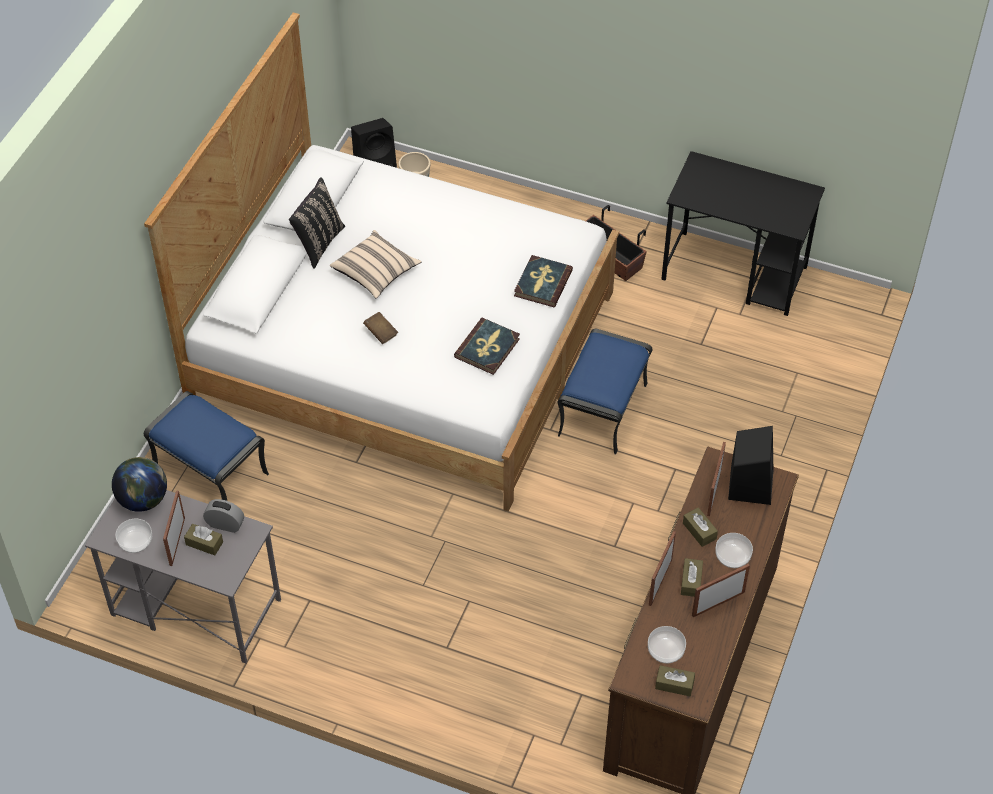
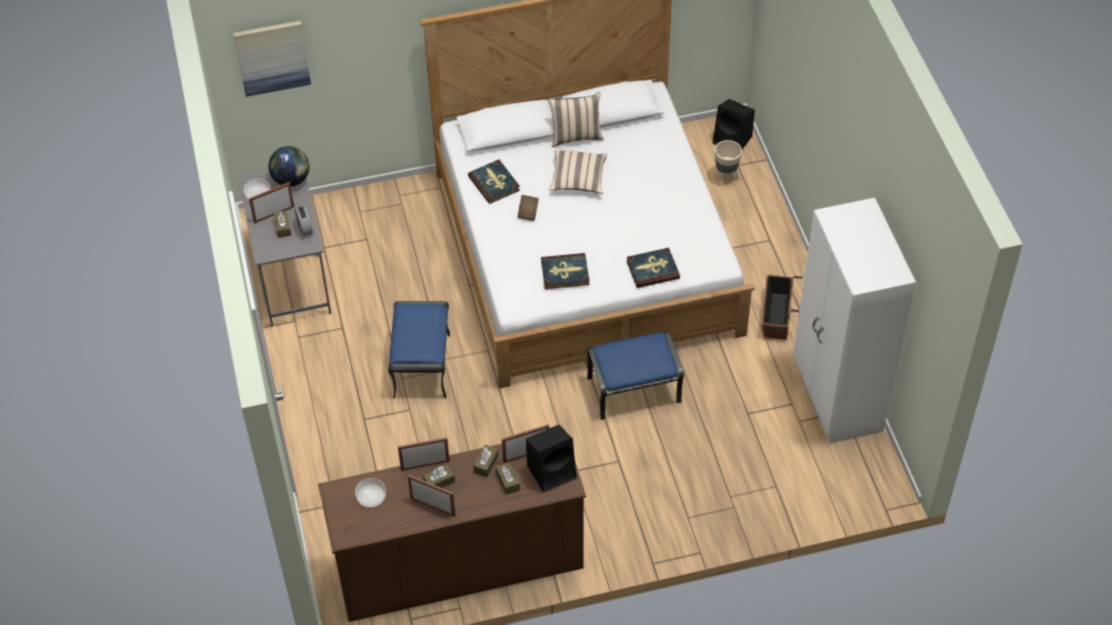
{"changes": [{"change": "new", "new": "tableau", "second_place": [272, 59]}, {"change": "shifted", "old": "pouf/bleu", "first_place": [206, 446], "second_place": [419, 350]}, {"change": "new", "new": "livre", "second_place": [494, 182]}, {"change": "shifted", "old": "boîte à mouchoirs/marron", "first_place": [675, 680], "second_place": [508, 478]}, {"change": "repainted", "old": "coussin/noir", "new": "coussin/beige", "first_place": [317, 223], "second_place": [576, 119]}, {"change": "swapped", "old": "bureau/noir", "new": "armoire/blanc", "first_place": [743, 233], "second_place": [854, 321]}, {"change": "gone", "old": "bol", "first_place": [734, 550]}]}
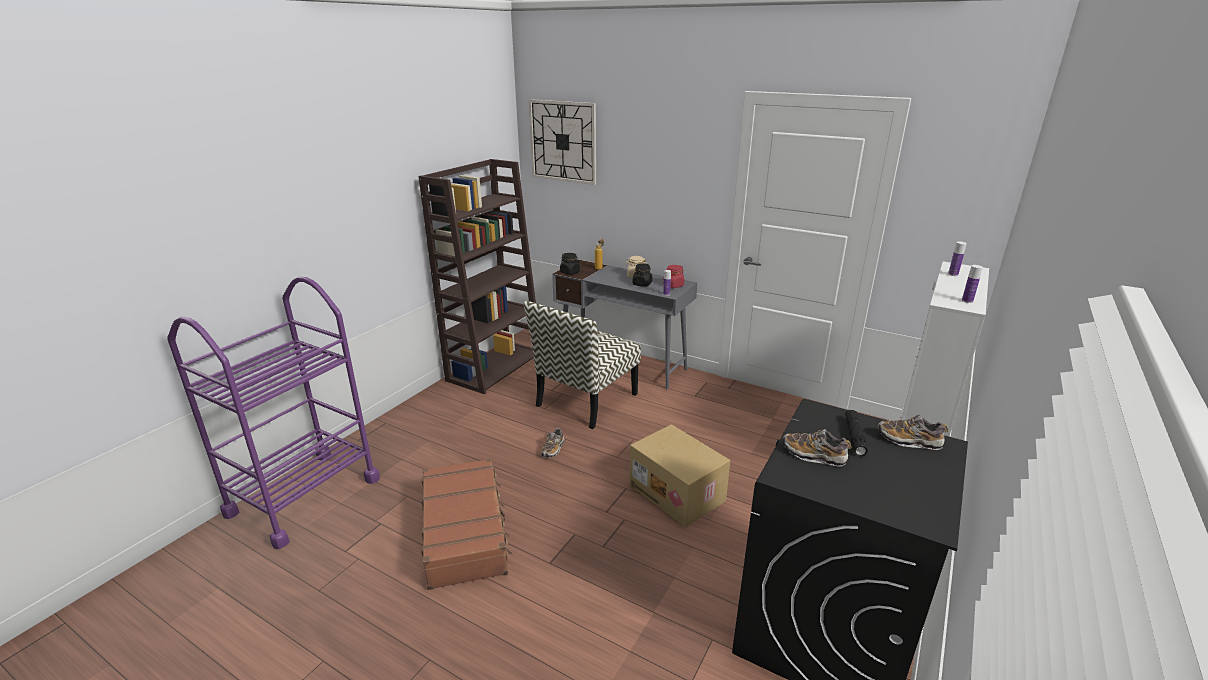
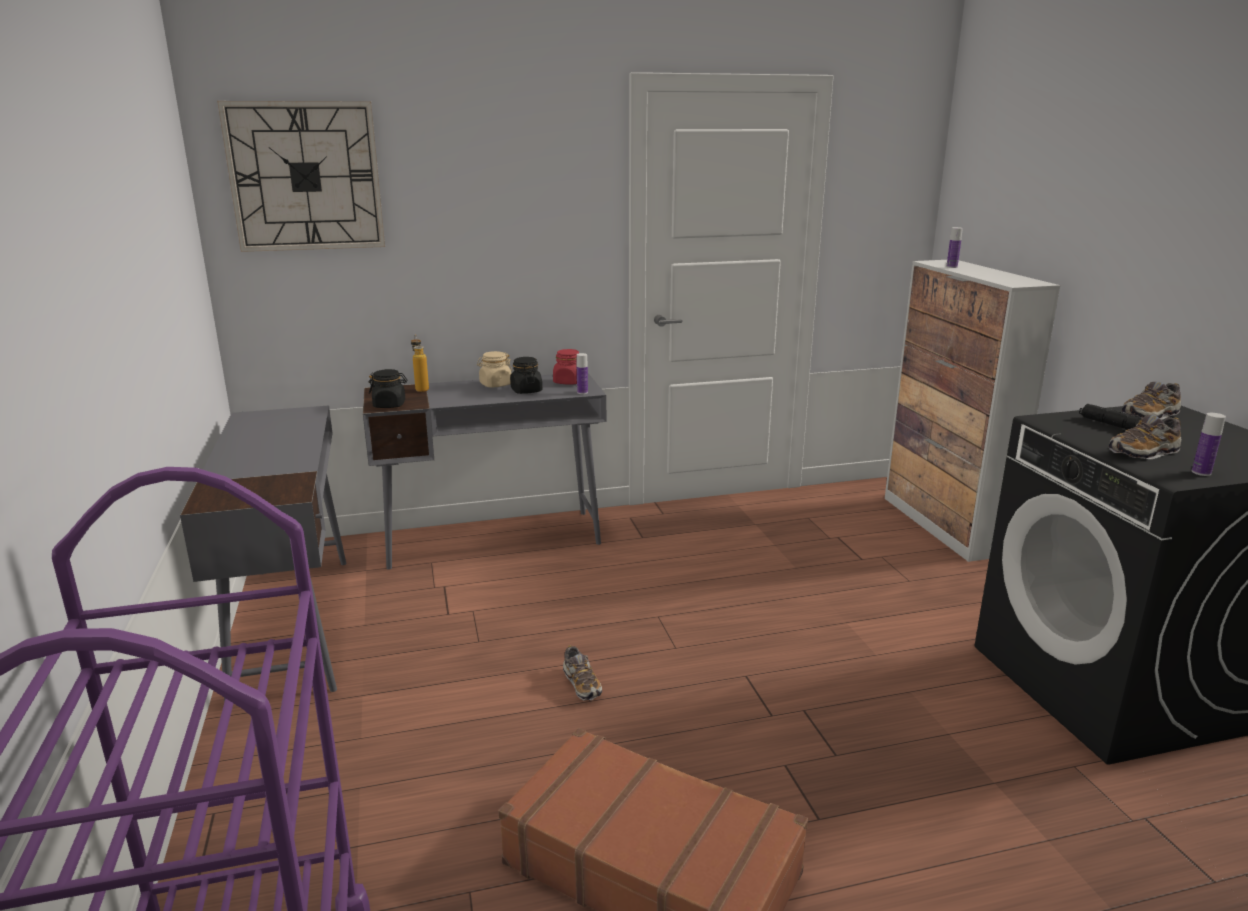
{"changes": [{"change": "swapped", "old": "bibliothèque/marron", "new": "bureau/gris", "first_place": [477, 276], "second_place": [263, 553]}, {"change": "shifted", "old": "bouteille", "first_place": [972, 284], "second_place": [1209, 444]}, {"change": "gone", "old": "chaise", "first_place": [582, 365]}, {"change": "gone", "old": "carton", "first_place": [679, 475]}]}
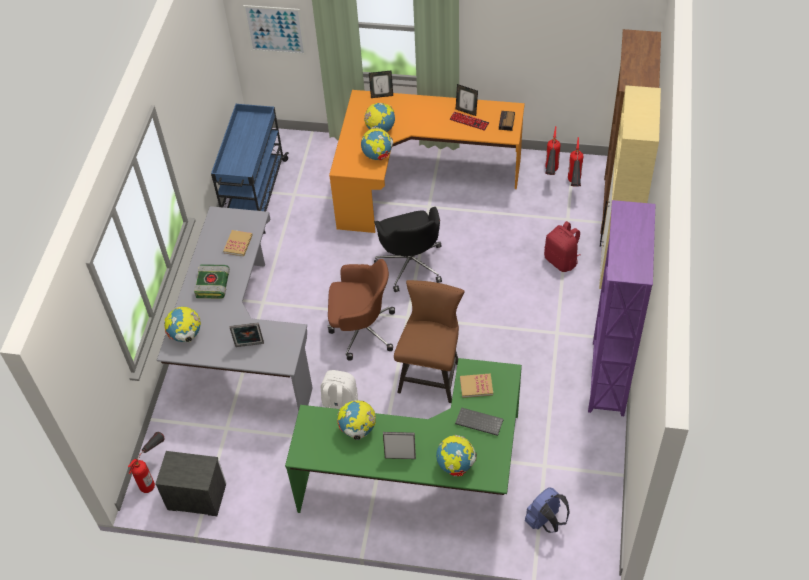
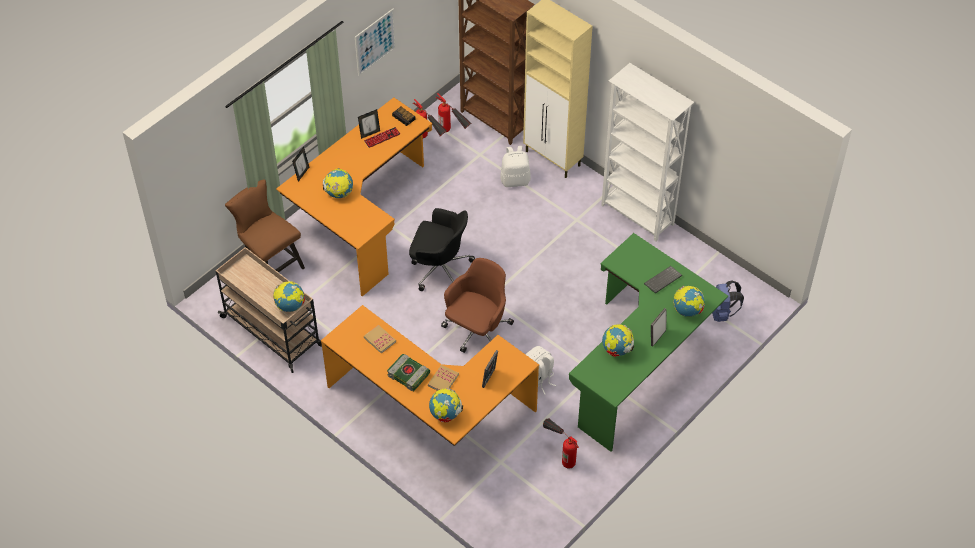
{"changes": [{"change": "repainted", "old": "chariot/bleu", "new": "chariot/beige", "first_place": [250, 169], "second_place": [269, 310]}, {"change": "shifted", "old": "chaise/marron", "first_place": [429, 341], "second_place": [265, 226]}, {"change": "shifted", "old": "globe", "first_place": [377, 143], "second_place": [289, 296]}, {"change": "repainted", "old": "bureau/gris", "new": "bureau/orange", "first_place": [235, 308], "second_place": [430, 375]}, {"change": "shifted", "old": "tableau", "first_place": [274, 30], "second_place": [375, 42]}, {"change": "shifted", "old": "livre", "first_place": [476, 385], "second_place": [443, 378]}, {"change": "repainted", "old": "sac à dos/rouge", "new": "sac à dos/blanc", "first_place": [562, 246], "second_place": [515, 166]}, {"change": "shifted", "old": "extincteur", "first_place": [146, 462], "second_place": [561, 443]}, {"change": "repainted", "old": "bibliothèque/violet", "new": "bibliothèque/blanc", "first_place": [622, 308], "second_place": [647, 152]}, {"change": "gone", "old": "table de chevet", "first_place": [191, 483]}]}
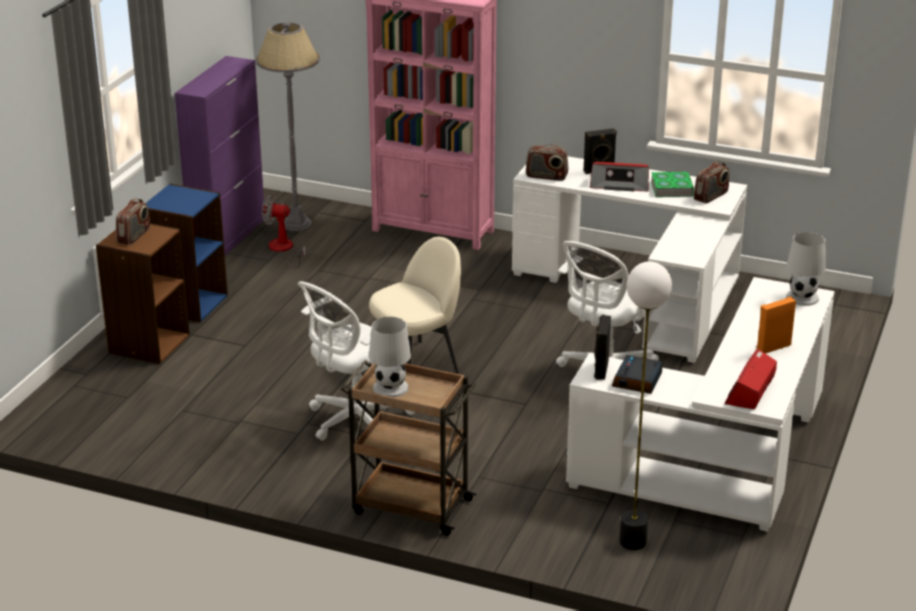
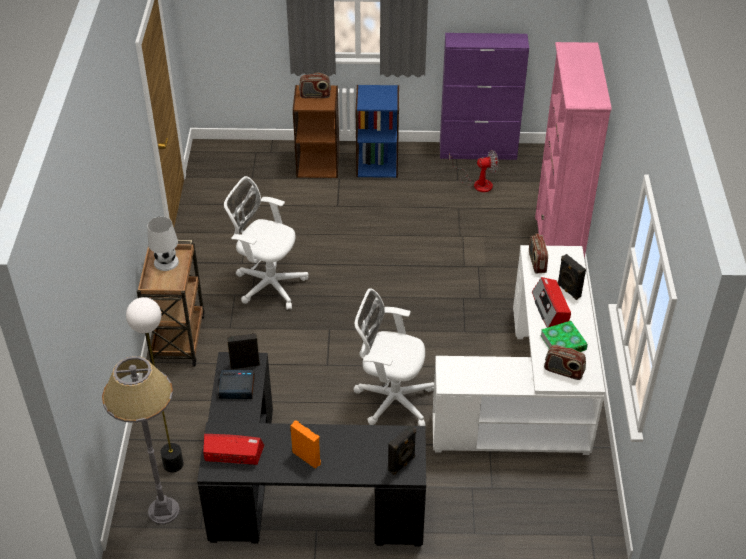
{"changes": [{"change": "shifted", "old": "lampadaire/gris", "first_place": [288, 126], "second_place": [141, 440]}, {"change": "repainted", "old": "bureau/blanc", "new": "bureau/noir", "first_place": [700, 404], "second_place": [311, 449]}, {"change": "swapped", "old": "lampe de table/blanc", "new": "enceinte/noir", "first_place": [806, 269], "second_place": [402, 450]}, {"change": "rotated", "old": "ventilateur", "first_place": [283, 231], "second_place": [474, 171], "degrees": 90}, {"change": "gone", "old": "chaise/beige", "first_place": [415, 305]}]}
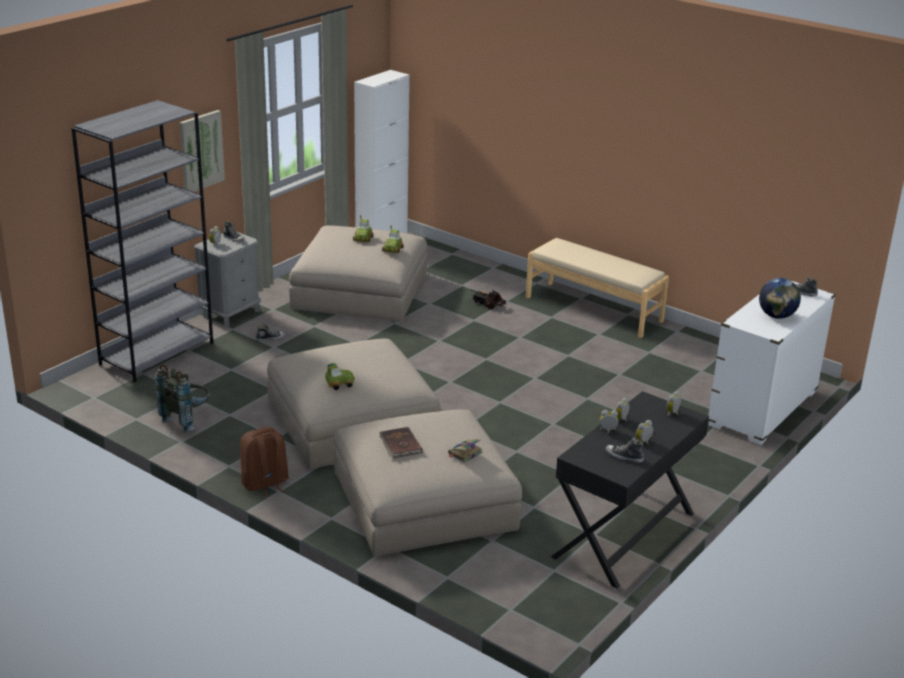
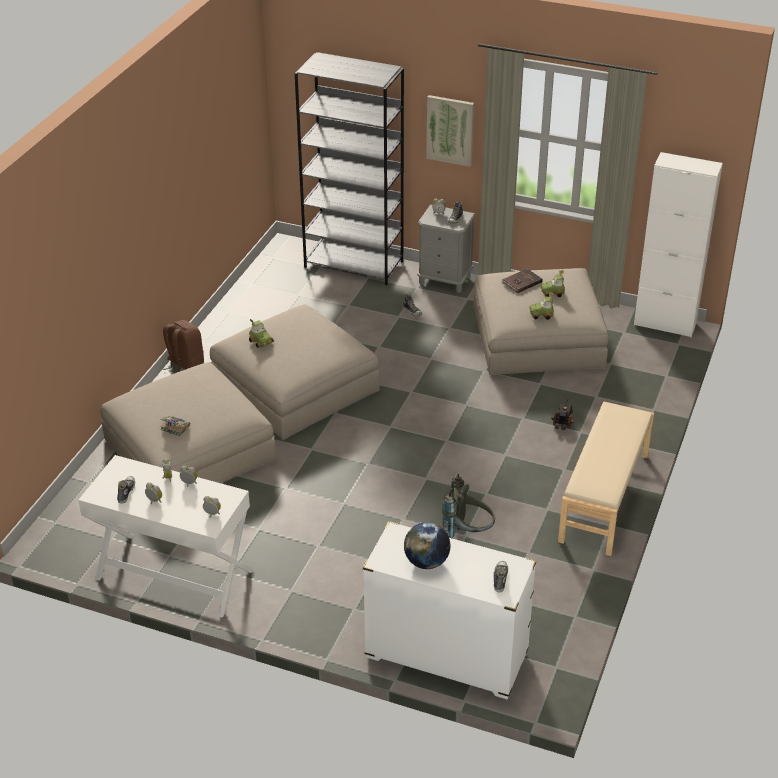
{"changes": [{"change": "repainted", "old": "bureau/noir", "new": "bureau/blanc", "first_place": [630, 489], "second_place": [166, 536]}, {"change": "shifted", "old": "sac à dos/gris", "first_place": [182, 399], "second_place": [468, 506]}, {"change": "shifted", "old": "livre/marron", "first_place": [401, 442], "second_place": [522, 281]}]}
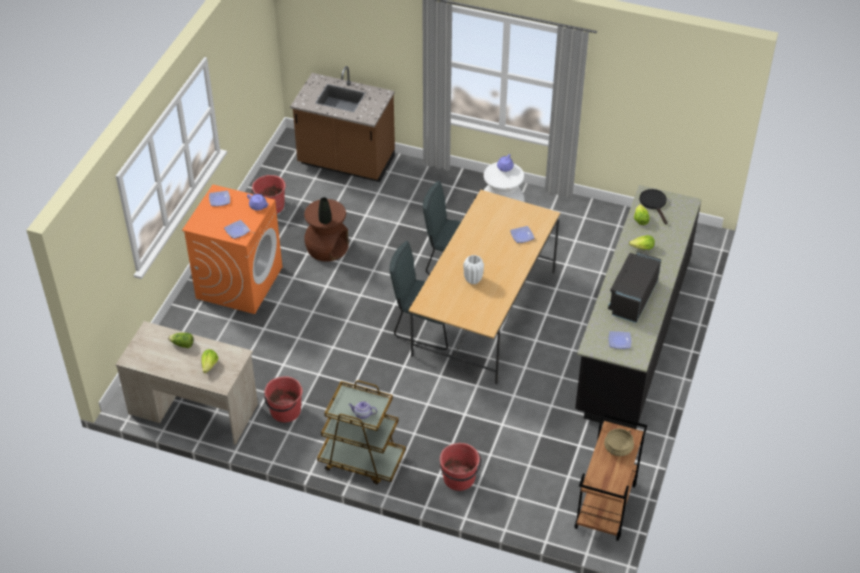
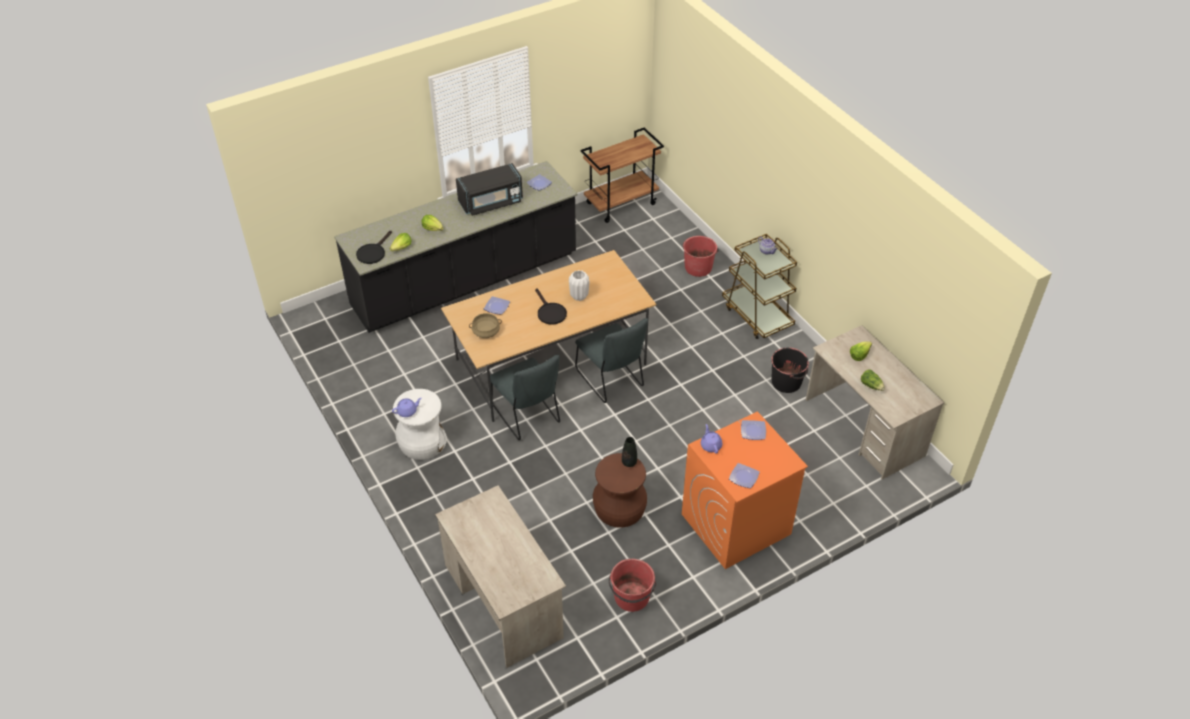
{"changes": [{"change": "swapped", "old": "comptoir de cuisine/marron", "new": "bureau/beige", "first_place": [342, 124], "second_place": [500, 576]}, {"change": "shifted", "old": "marmite/beige", "first_place": [619, 442], "second_place": [485, 325]}, {"change": "new", "new": "poêle/noir", "second_place": [551, 306]}, {"change": "repainted", "old": "seau/rouge", "new": "seau/noir", "first_place": [283, 399], "second_place": [790, 370]}]}
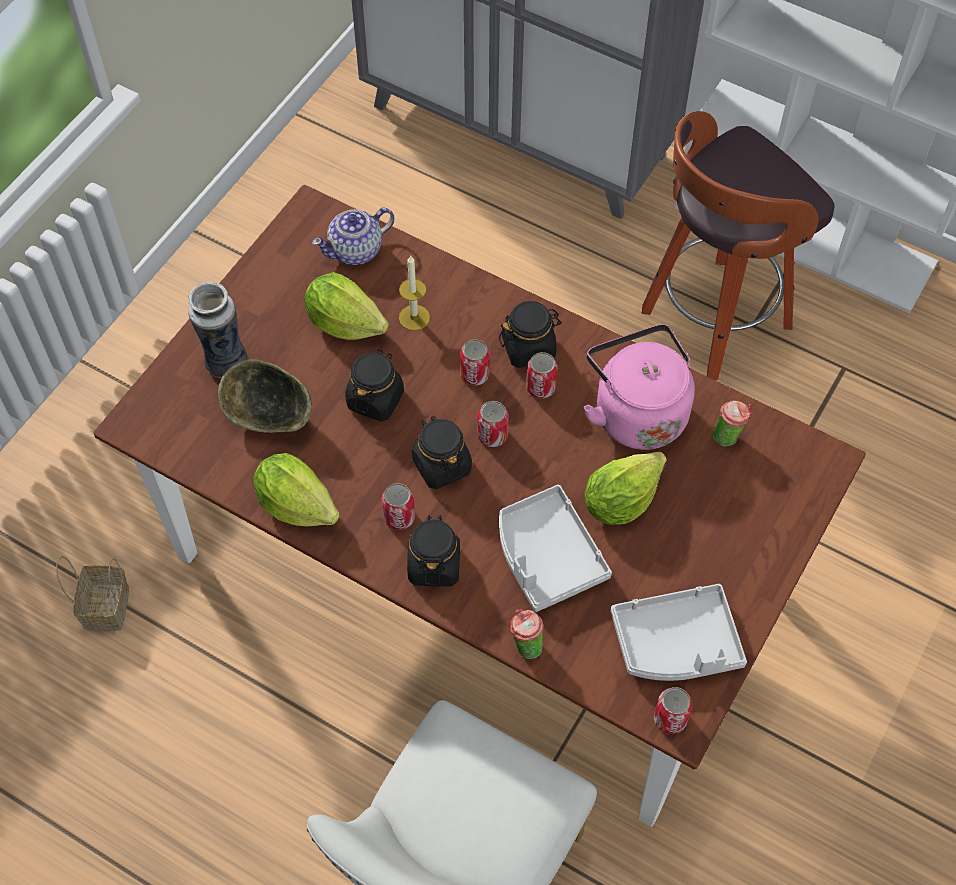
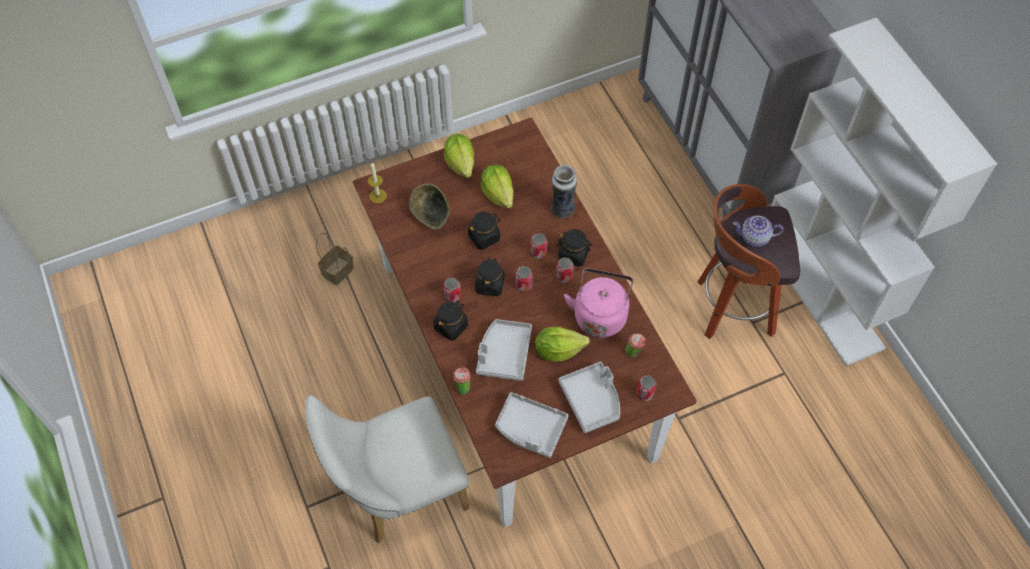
{"changes": [{"change": "shifted", "old": "bougie", "first_place": [414, 293], "second_place": [377, 183]}, {"change": "shifted", "old": "laitue", "first_place": [296, 489], "second_place": [459, 156]}, {"change": "shifted", "old": "vase", "first_place": [217, 330], "second_place": [564, 191]}, {"change": "new", "new": "plateau/gris", "second_place": [589, 397]}, {"change": "shifted", "old": "boîte métallique", "first_place": [673, 710], "second_place": [646, 388]}, {"change": "shifted", "old": "théière", "first_place": [353, 236], "second_place": [758, 231]}]}
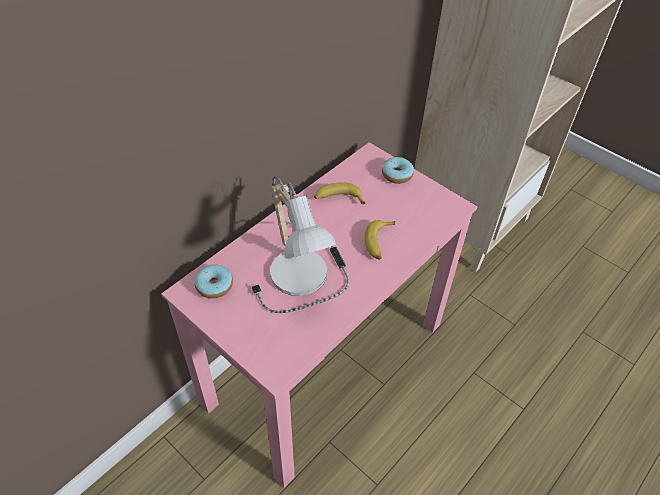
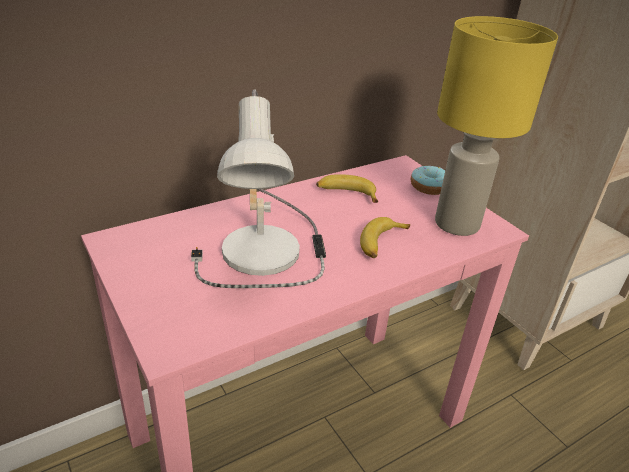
{"changes": [{"change": "new", "new": "lampe de table/jaune", "second_place": [496, 126]}, {"change": "gone", "old": "beignet", "first_place": [214, 282]}]}
